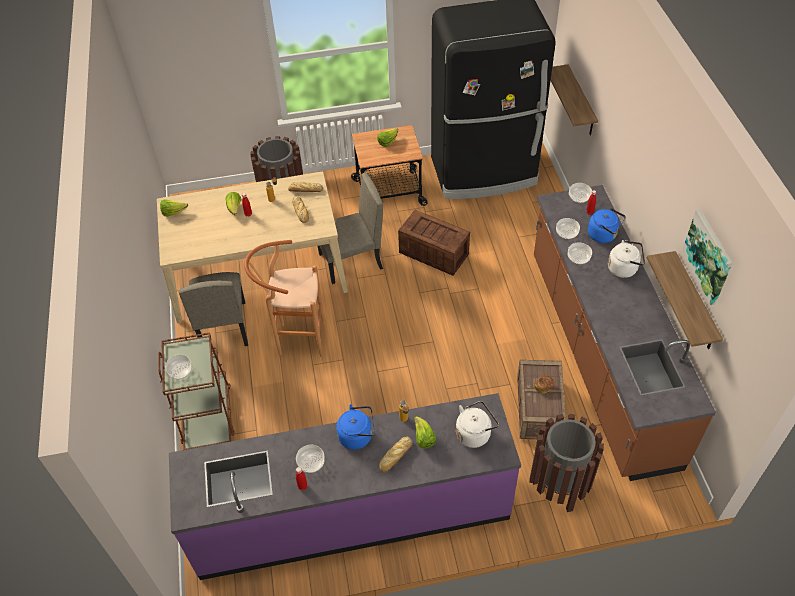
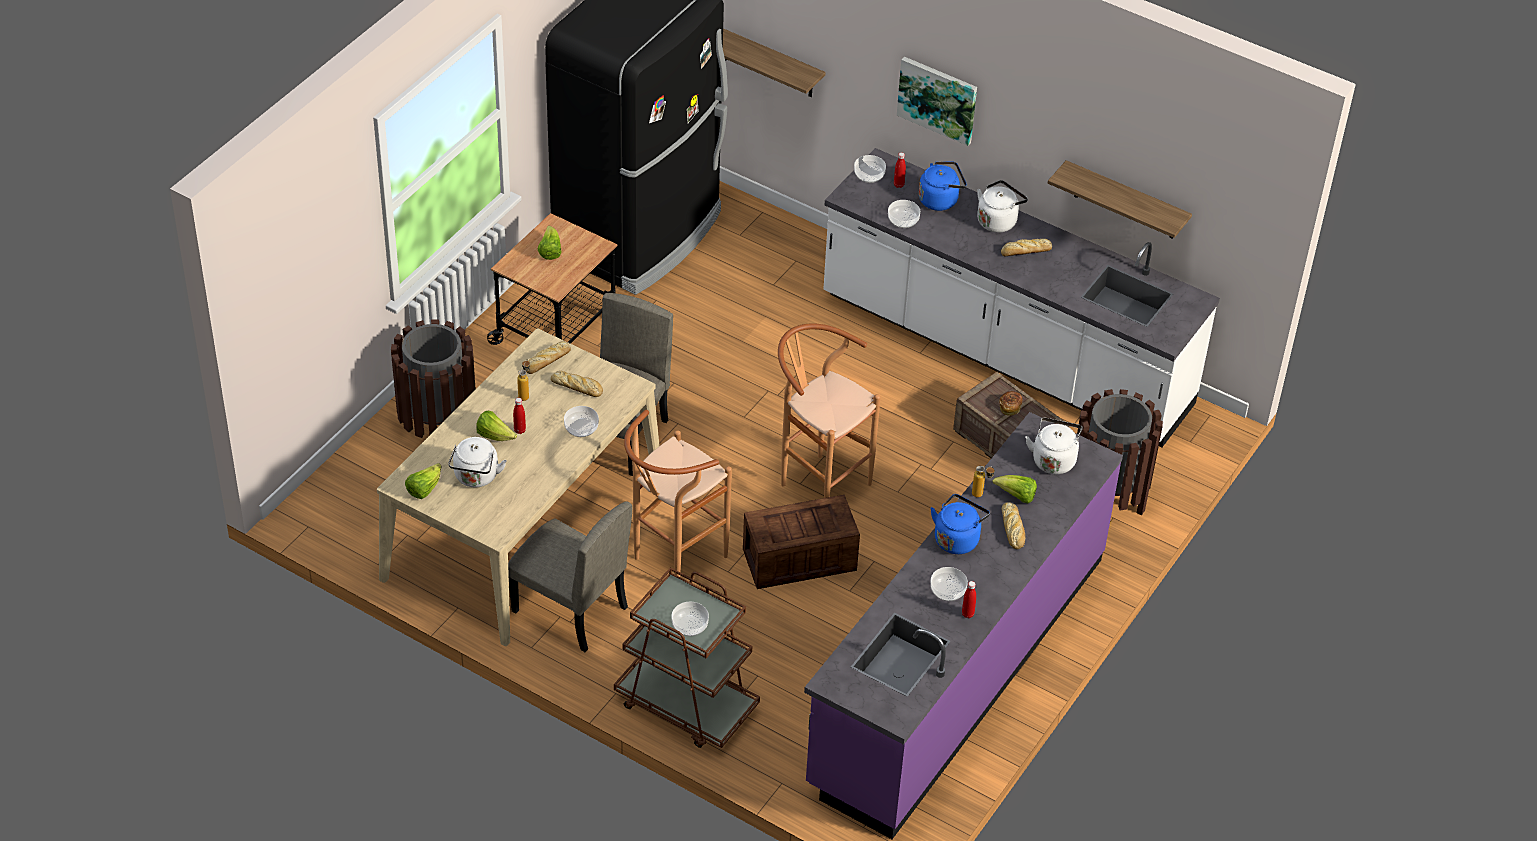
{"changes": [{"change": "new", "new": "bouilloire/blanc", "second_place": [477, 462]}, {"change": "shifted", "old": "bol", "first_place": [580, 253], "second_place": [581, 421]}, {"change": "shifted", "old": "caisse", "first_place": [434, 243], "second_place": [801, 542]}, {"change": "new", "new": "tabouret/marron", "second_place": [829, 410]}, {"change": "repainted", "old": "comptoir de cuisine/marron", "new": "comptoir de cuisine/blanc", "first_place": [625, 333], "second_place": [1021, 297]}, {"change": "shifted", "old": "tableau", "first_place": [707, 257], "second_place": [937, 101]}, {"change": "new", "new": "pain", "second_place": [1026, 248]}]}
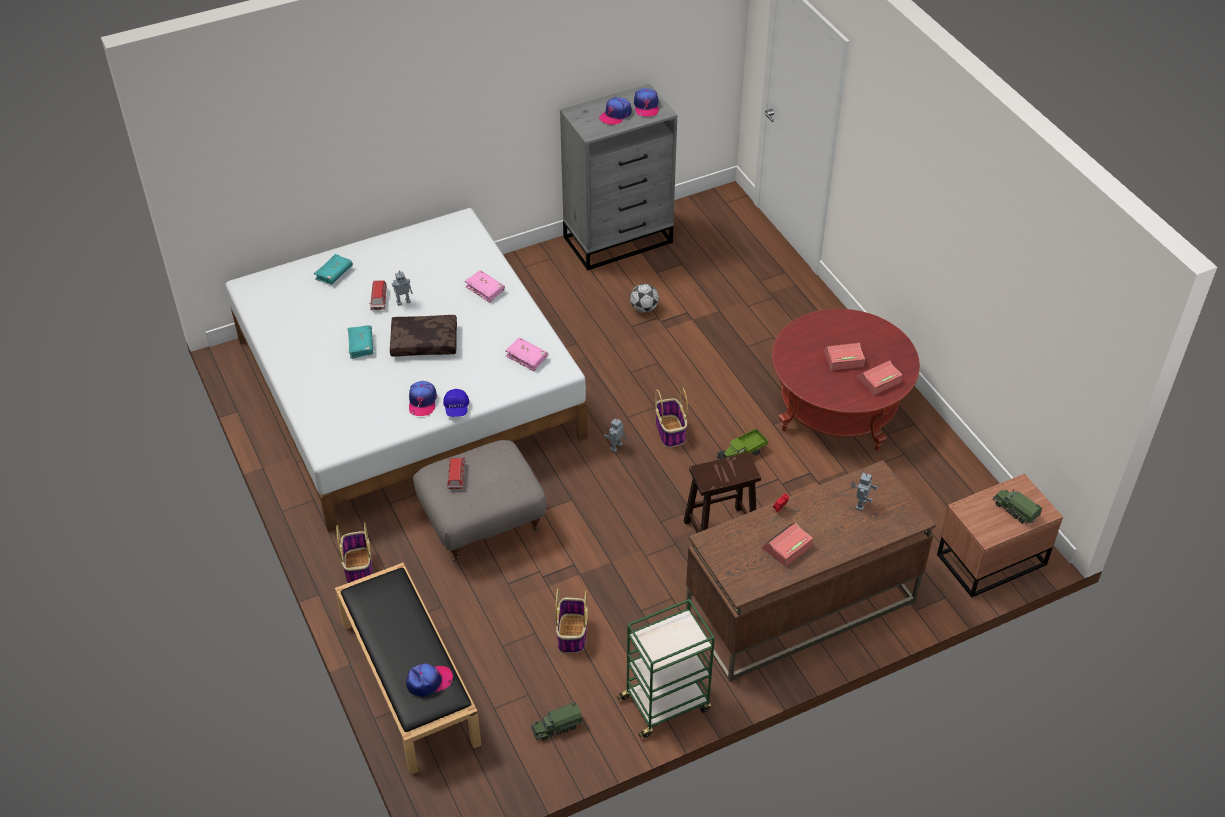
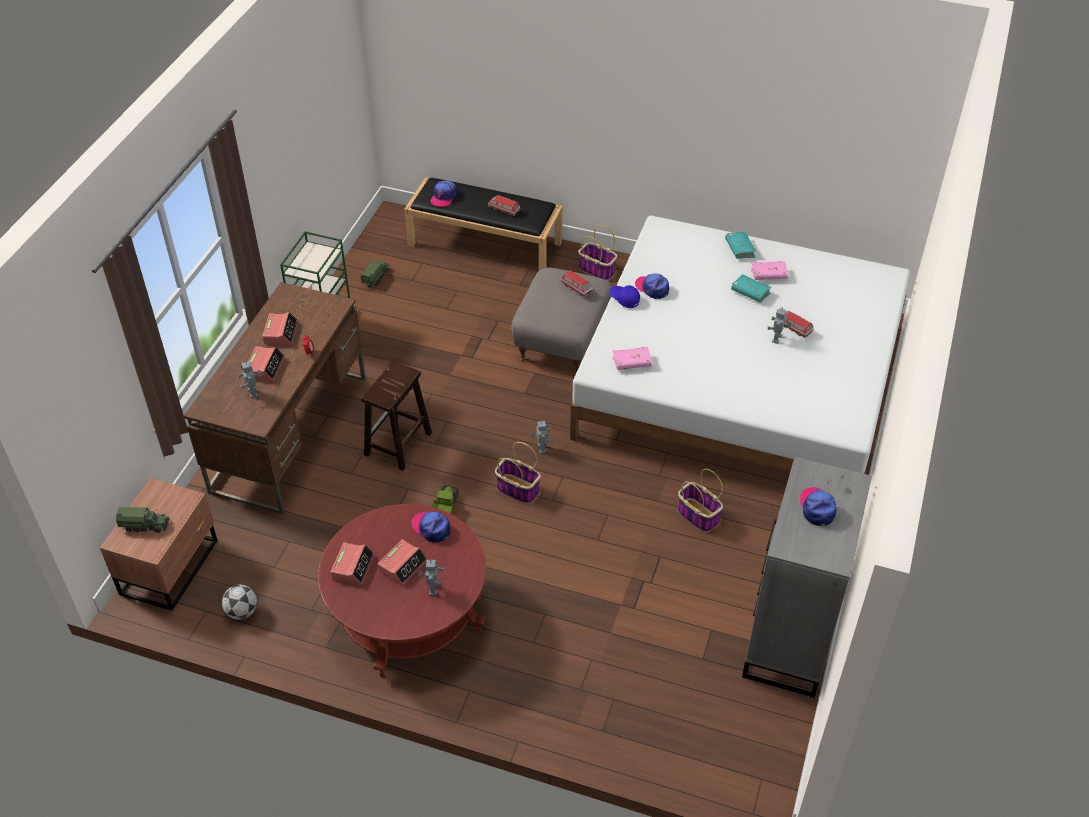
{"changes": [{"change": "shifted", "old": "ballon de foot", "first_place": [644, 298], "second_place": [239, 602]}, {"change": "new", "new": "réveil", "second_place": [267, 364]}, {"change": "shifted", "old": "casquette", "first_place": [646, 102], "second_place": [430, 527]}, {"change": "new", "new": "robot jouet", "second_place": [431, 577]}, {"change": "new", "new": "petite voiture", "second_place": [504, 205]}, {"change": "shifted", "old": "panier", "first_place": [571, 620], "second_place": [700, 500]}, {"change": "shifted", "old": "livre/turquoise", "first_place": [333, 269], "second_place": [741, 245]}, {"change": "shifted", "old": "livre/rose", "first_place": [485, 286], "second_place": [769, 270]}, {"change": "gone", "old": "coussin/marron", "first_place": [423, 336]}]}
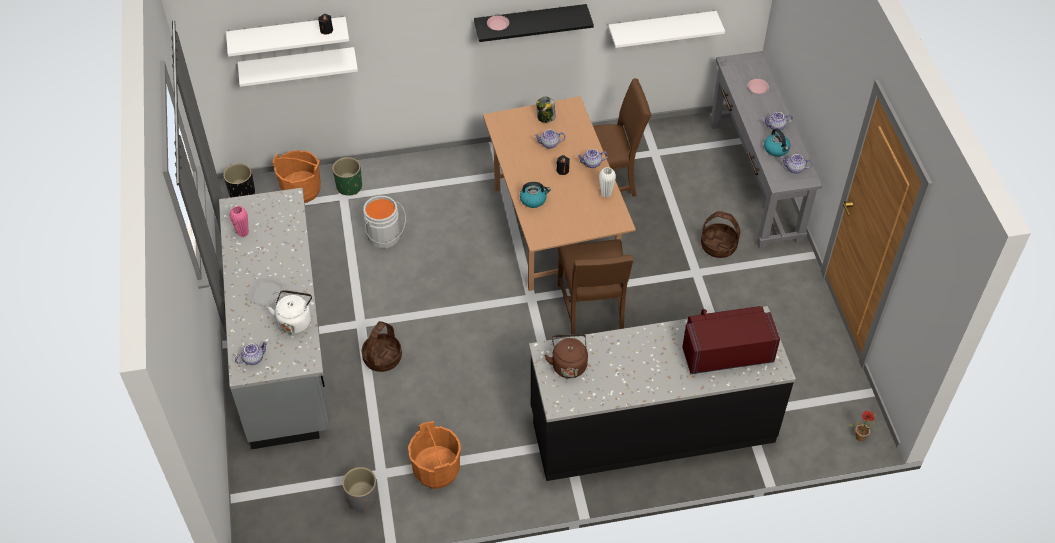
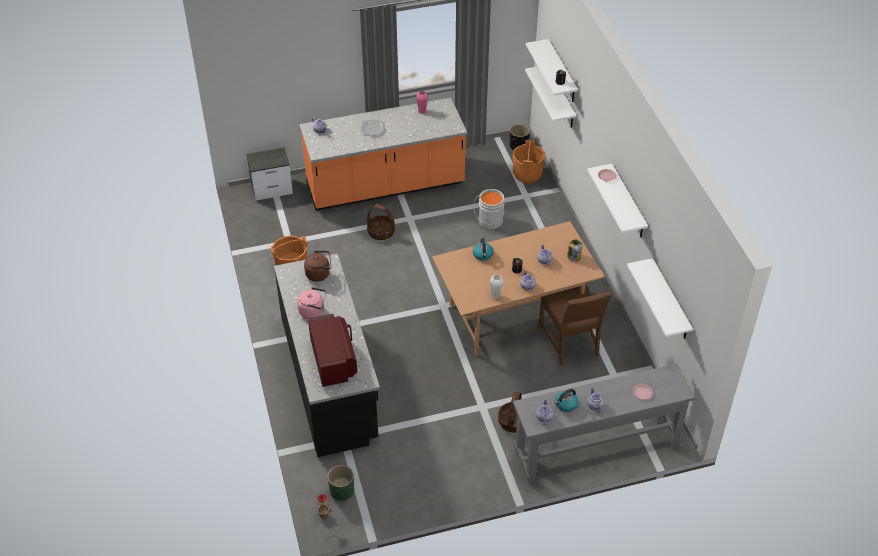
{"changes": [{"change": "new", "new": "table de chevet", "second_place": [269, 174]}, {"change": "new", "new": "bouilloire/rose", "second_place": [311, 303]}, {"change": "repainted", "old": "comptoir de cuisine/gris", "new": "comptoir de cuisine/orange", "first_place": [274, 318], "second_place": [383, 154]}, {"change": "shifted", "old": "cache-pot/vert", "first_place": [347, 176], "second_place": [340, 483]}, {"change": "repainted", "old": "étagère/noir", "new": "étagère/blanc", "first_place": [534, 23], "second_place": [617, 200]}, {"change": "gone", "old": "bouilloire/blanc", "first_place": [290, 312]}, {"change": "gone", "old": "cache-pot/gris", "first_place": [360, 489]}, {"change": "gone", "old": "chaise/marron", "first_place": [596, 286]}]}
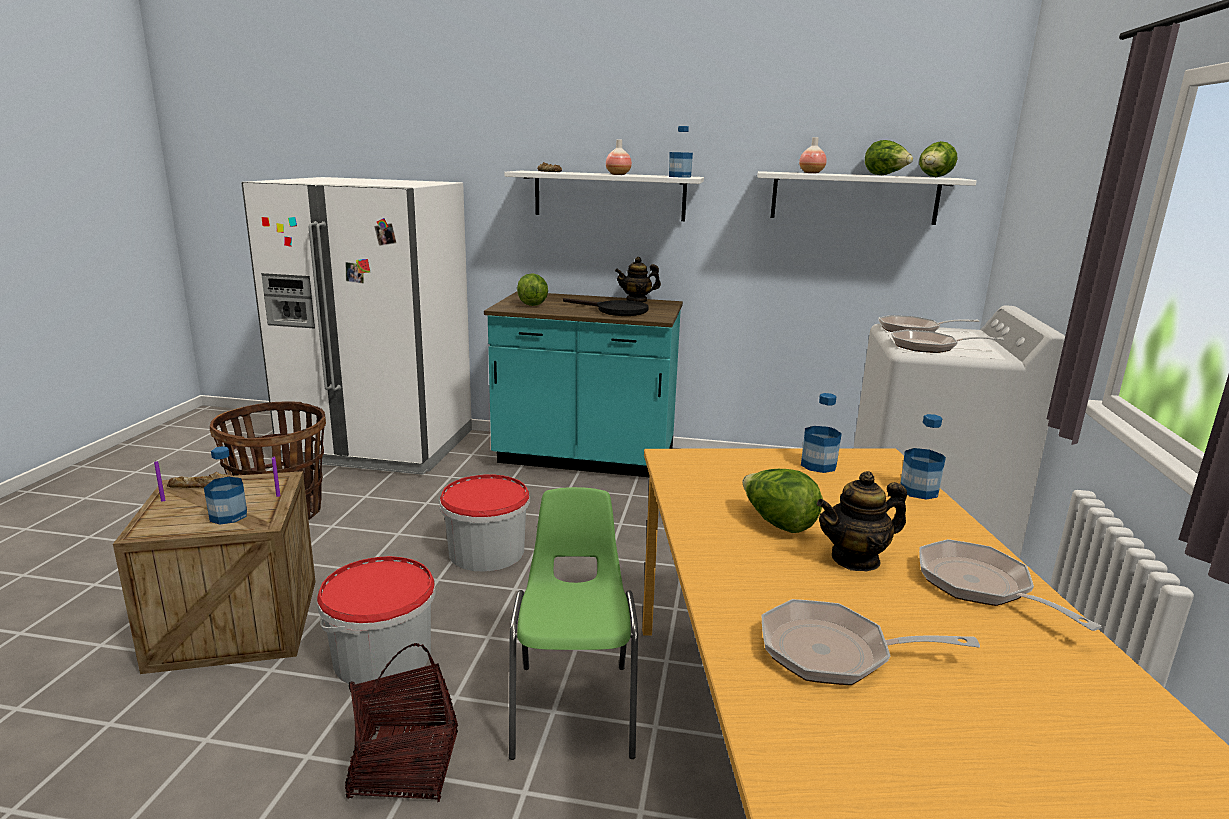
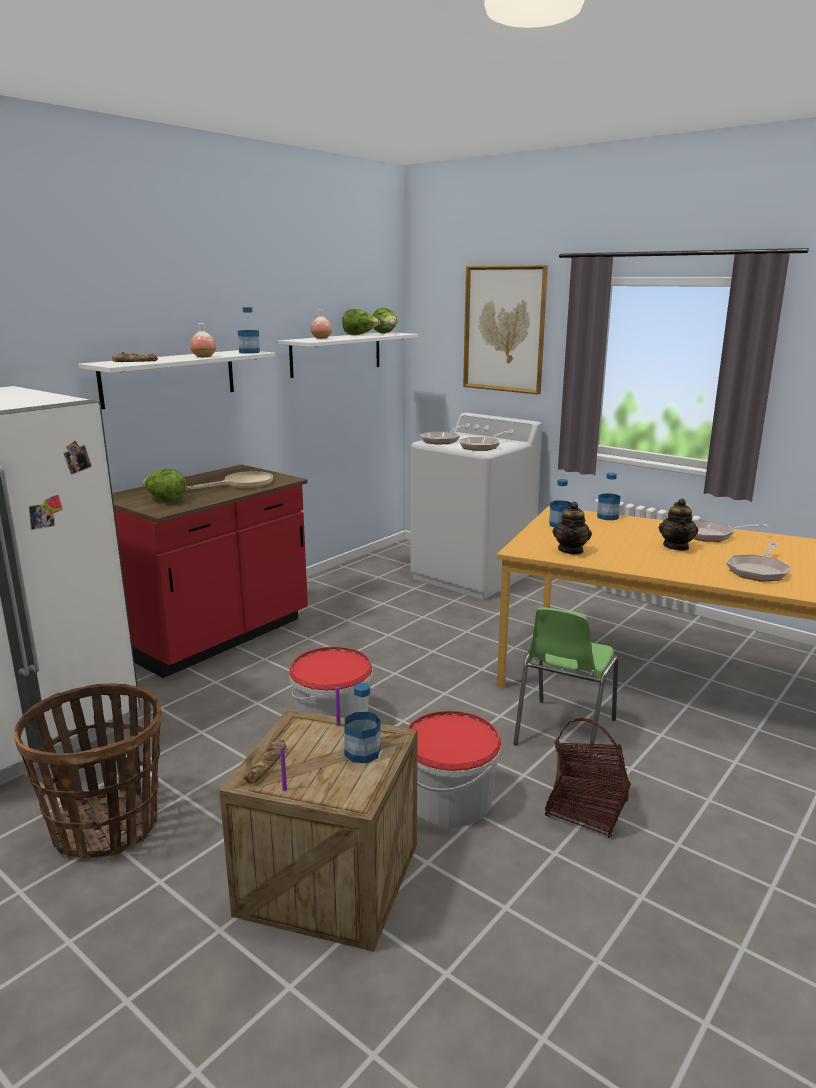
{"changes": [{"change": "repainted", "old": "comptoir de cuisine/turquoise", "new": "comptoir de cuisine/rouge", "first_place": [583, 384], "second_place": [210, 571]}, {"change": "repainted", "old": "poêle/noir", "new": "poêle/beige", "first_place": [606, 307], "second_place": [230, 480]}, {"change": "new", "new": "tableau", "second_place": [505, 329]}, {"change": "rotated", "old": "chaise/vert", "first_place": [573, 623], "second_place": [565, 684], "degrees": -90}, {"change": "shifted", "old": "théière", "first_place": [638, 280], "second_place": [572, 528]}, {"change": "gone", "old": "laitue", "first_place": [782, 501]}]}
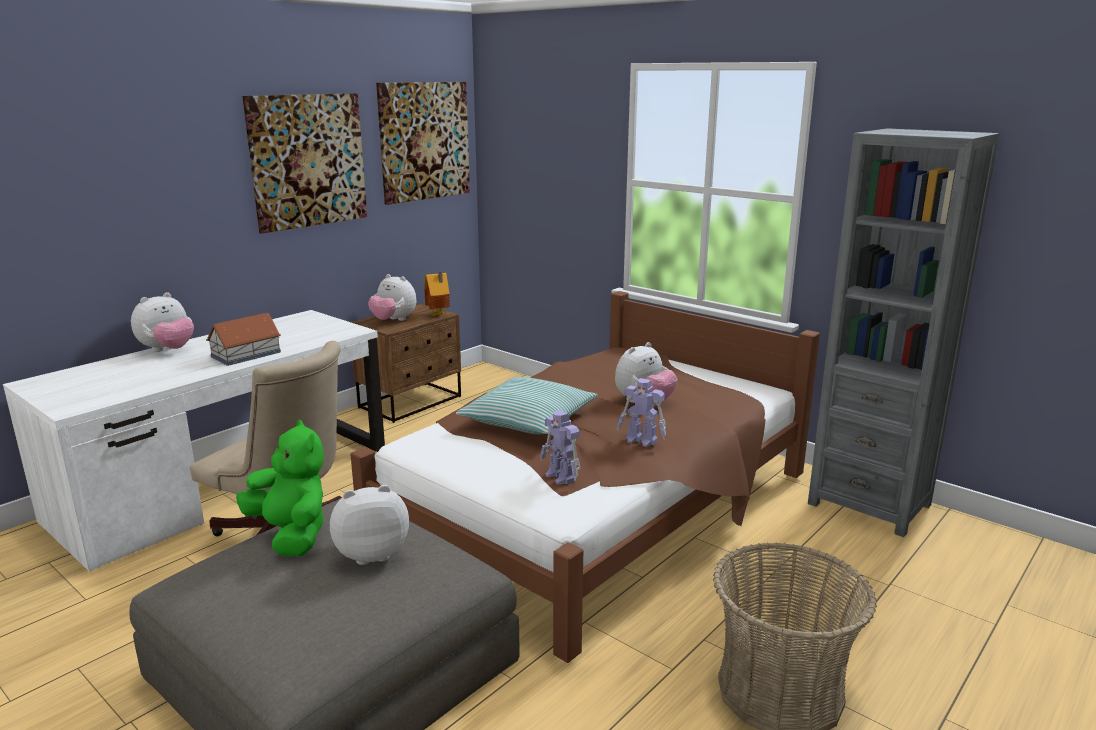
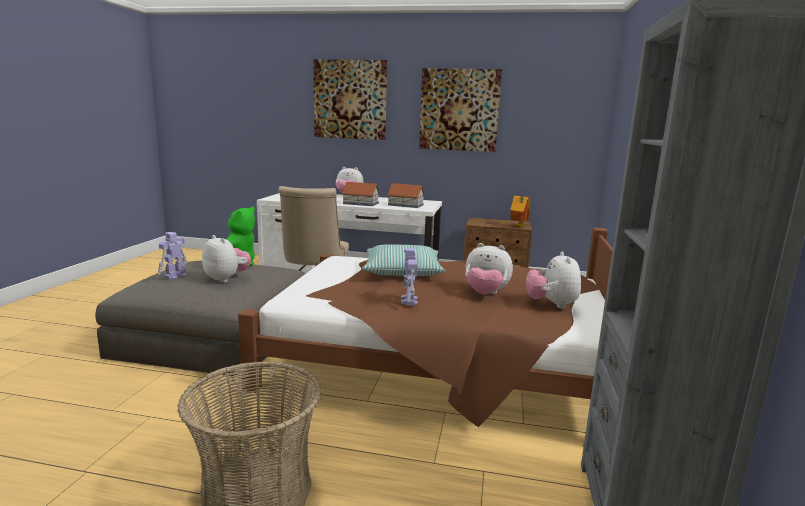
{"changes": [{"change": "shifted", "old": "robot jouet", "first_place": [560, 447], "second_place": [172, 255]}, {"change": "shifted", "old": "tableau", "first_place": [423, 143], "second_place": [350, 99]}, {"change": "new", "new": "maison miniature", "second_place": [406, 195]}, {"change": "shifted", "old": "peluche", "first_place": [392, 297], "second_place": [553, 280]}]}
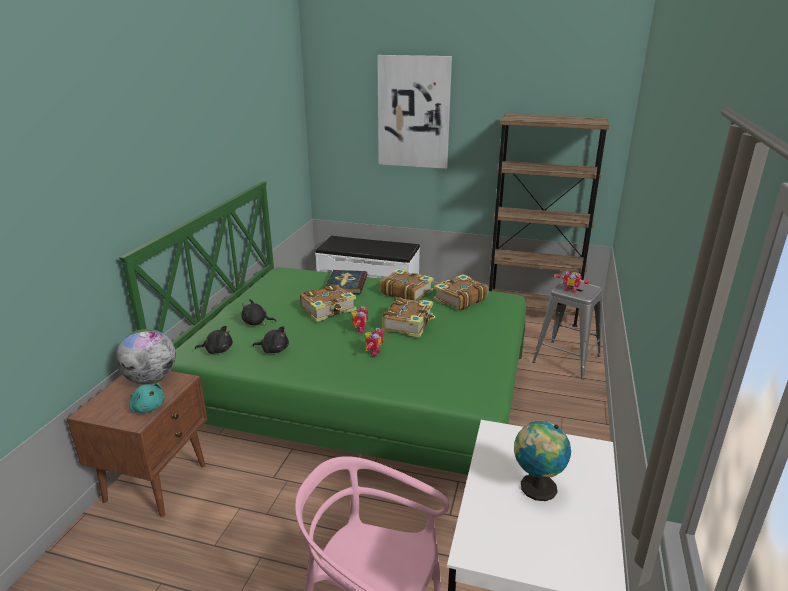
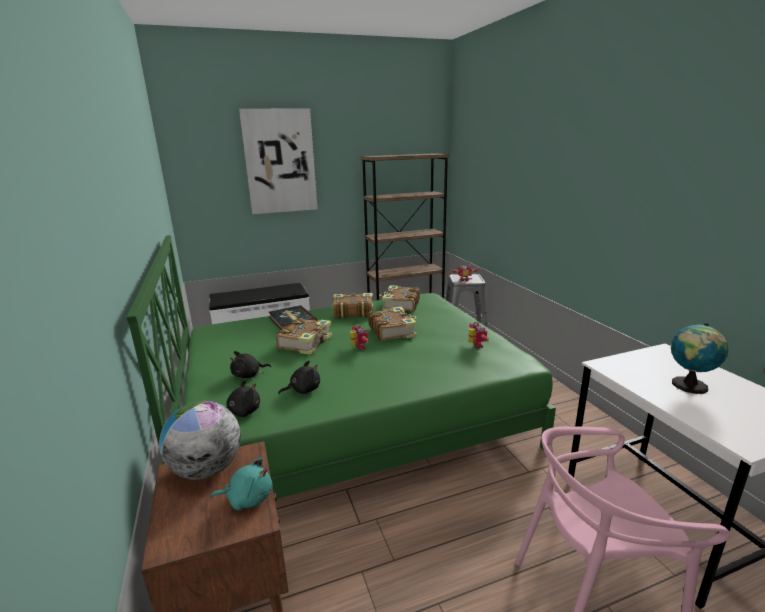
{"changes": [{"change": "shifted", "old": "robot jouet", "first_place": [375, 342], "second_place": [478, 335]}]}
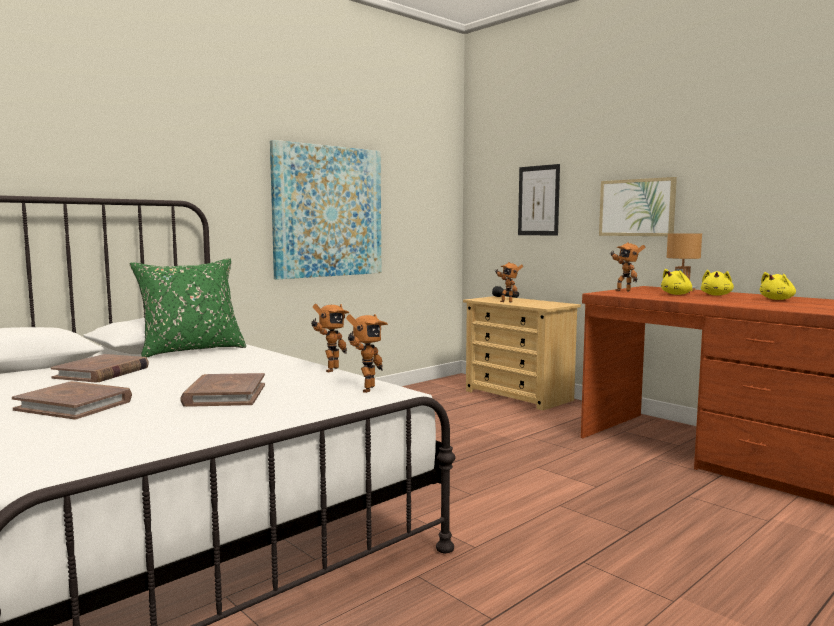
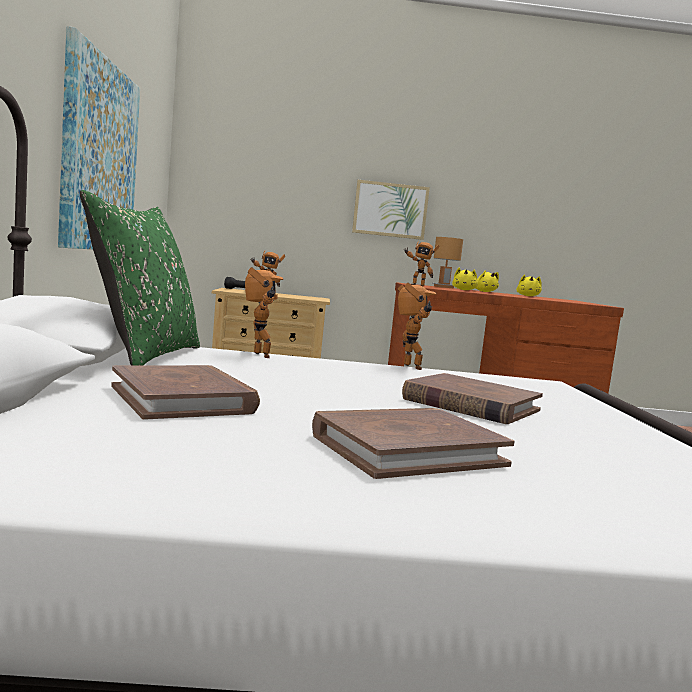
{"changes": [{"change": "shifted", "old": "robot jouet", "first_place": [367, 353], "second_place": [264, 312]}, {"change": "gone", "old": "tableau", "first_place": [539, 200]}]}
